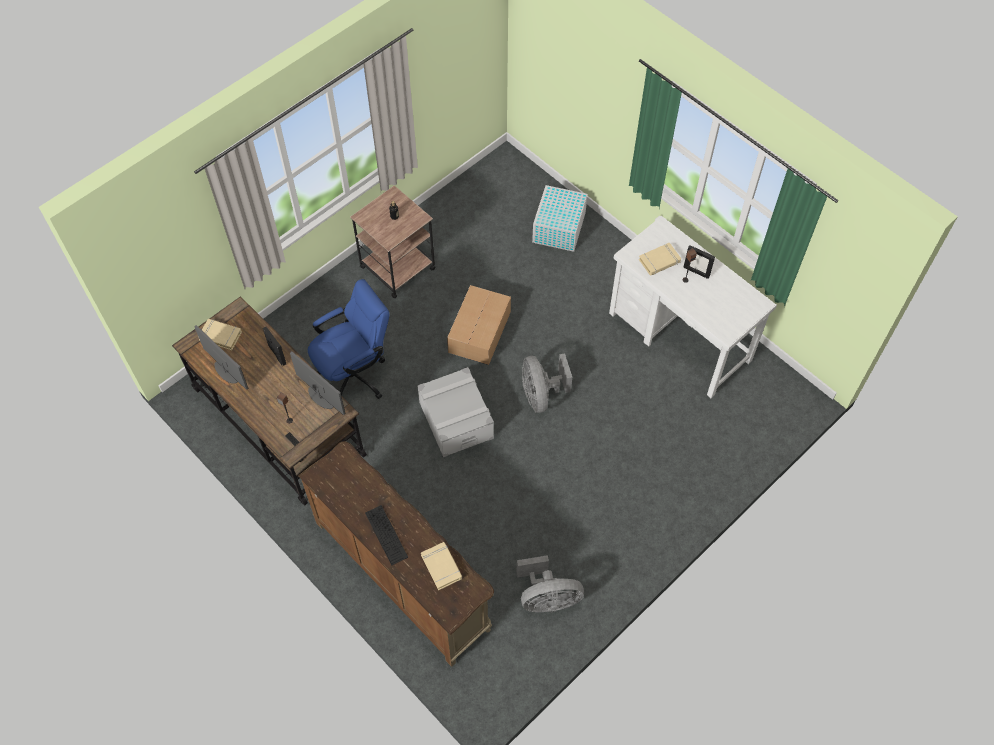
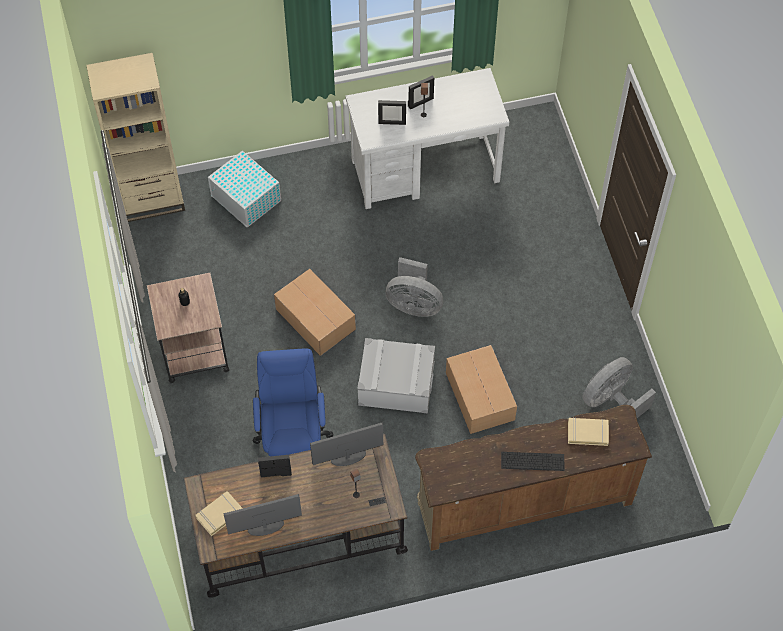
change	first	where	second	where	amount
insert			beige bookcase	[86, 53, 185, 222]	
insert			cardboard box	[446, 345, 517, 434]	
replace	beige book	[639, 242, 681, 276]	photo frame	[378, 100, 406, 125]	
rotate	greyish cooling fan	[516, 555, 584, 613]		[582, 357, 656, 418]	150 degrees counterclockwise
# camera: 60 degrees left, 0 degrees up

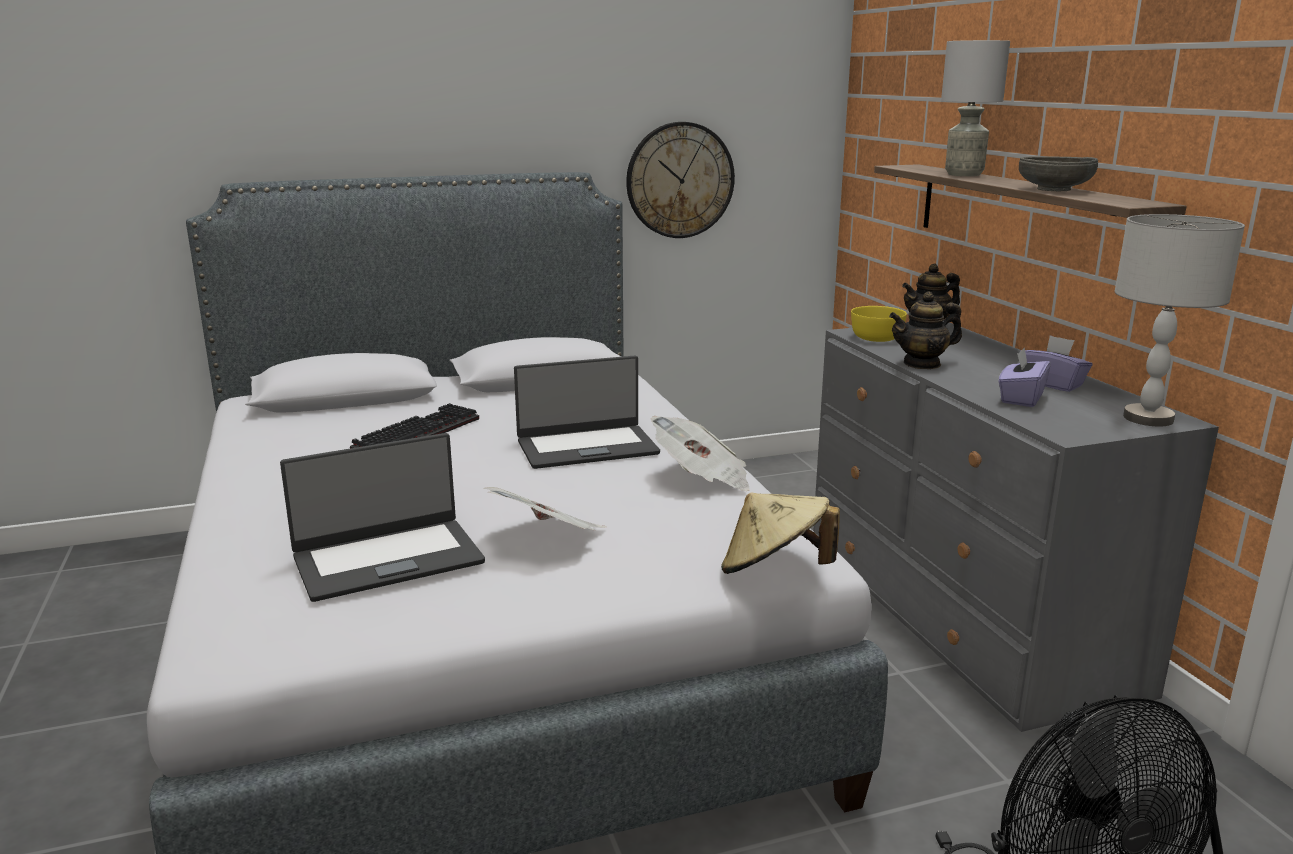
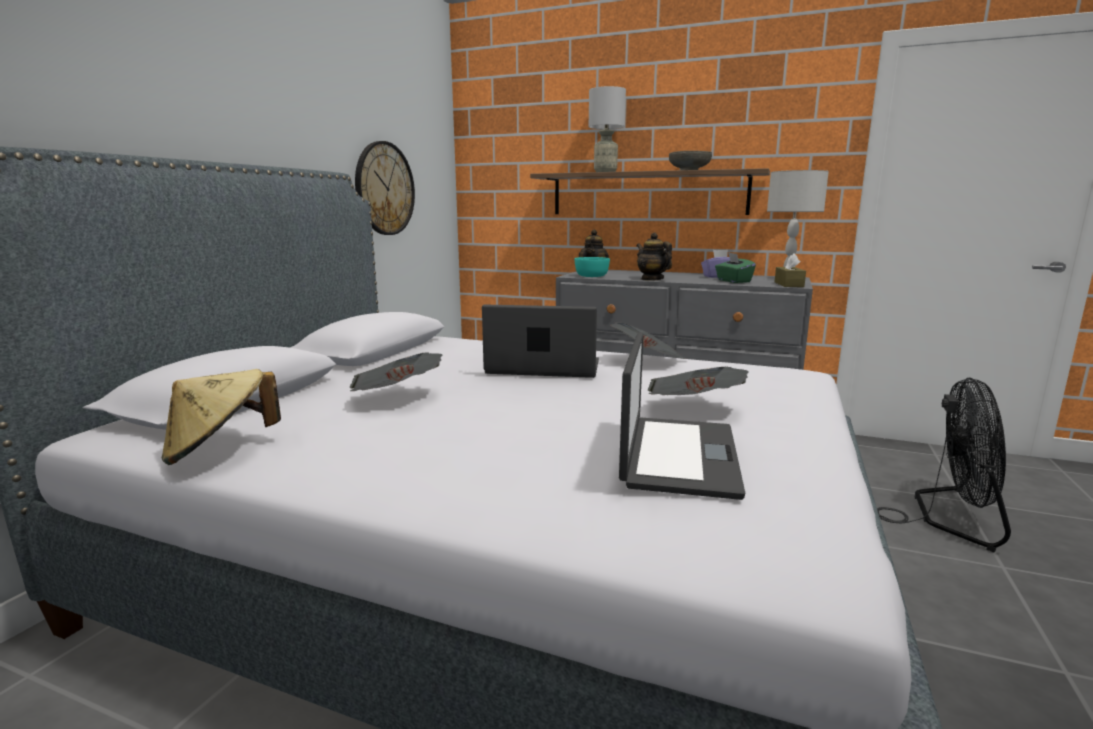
change	first	where	second	where	amount
insert			brown-coloured tissue box	[775, 253, 806, 287]	
move	beige hat	[721, 493, 840, 574]		[162, 369, 281, 465]	
replace	computer keyboard	[350, 403, 479, 448]	newspaper	[350, 353, 442, 391]	
recolor	yellow deep dish	[851, 306, 907, 342]	blue-green deep dish	[574, 257, 610, 277]	
recolor	purple tissue box	[998, 348, 1051, 407]	greenish tissue box	[715, 252, 756, 283]	
rotate	notebook computer	[514, 356, 660, 469]		[482, 305, 599, 378]	105 degrees counterclockwise
rotate	teapot	[889, 291, 962, 369]		[636, 232, 672, 281]	120 degrees clockwise
# camera: 50 degrees left, 5 degrees down

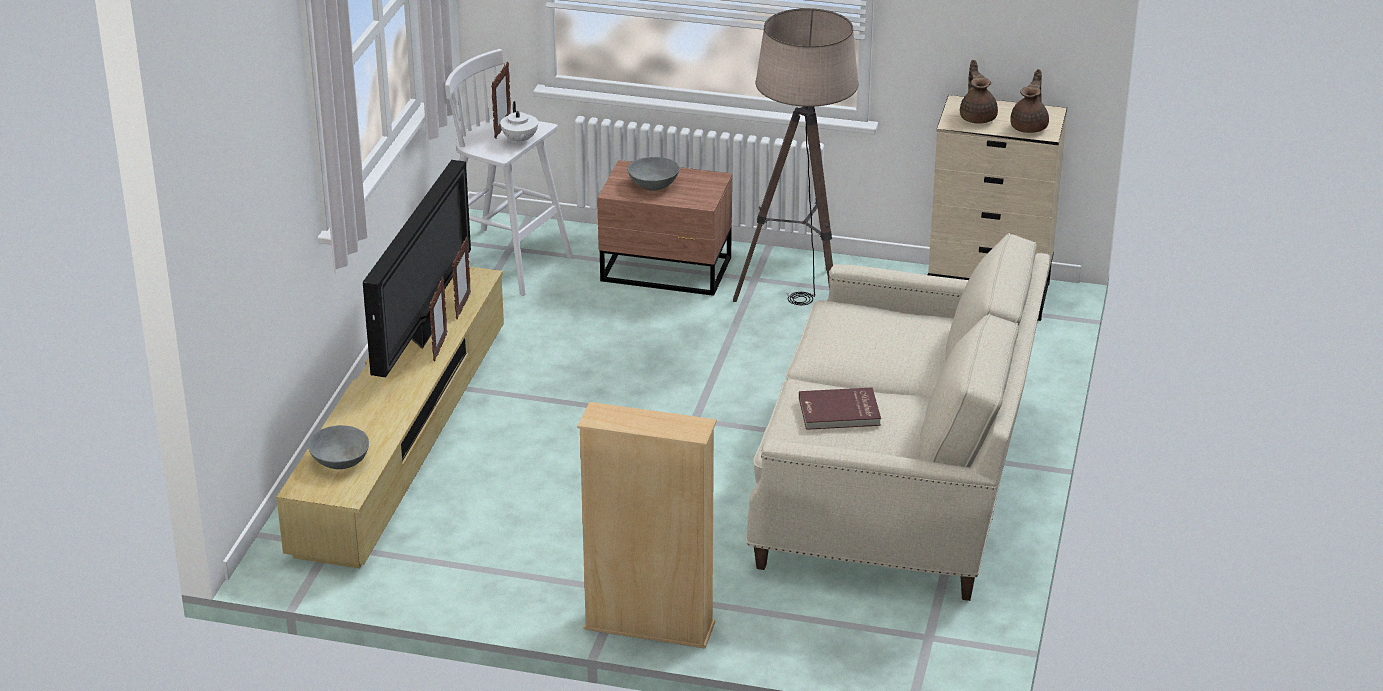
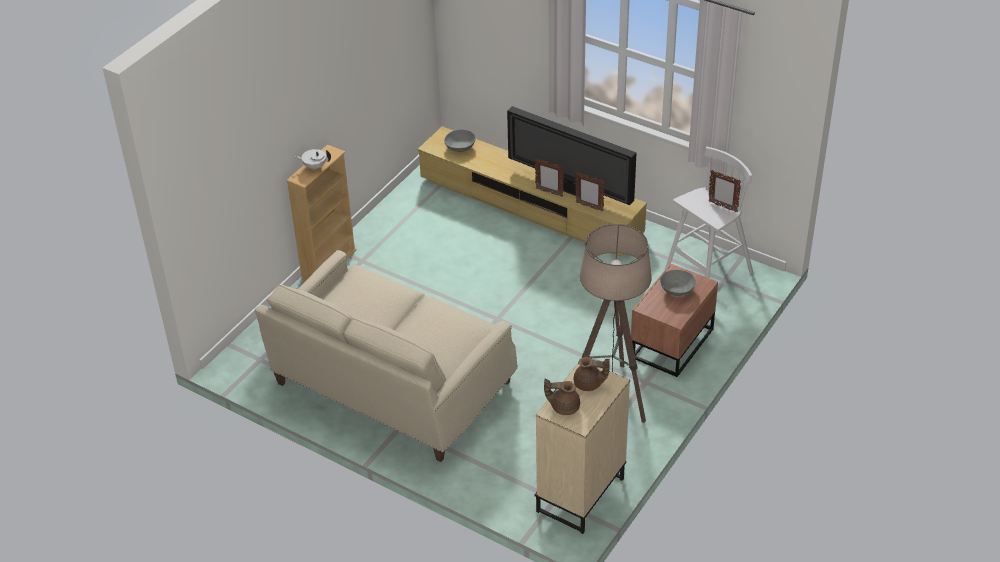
change	first	where	second	where	amount
delete	reddish book	[799, 387, 881, 430]			
move	whitish teapot	[500, 101, 538, 145]		[295, 149, 331, 171]	
rotate	brown-coloured teapot	[1010, 69, 1049, 133]		[544, 378, 580, 415]	150 degrees clockwise
# camera: 110 degrees right, 10 degrees up

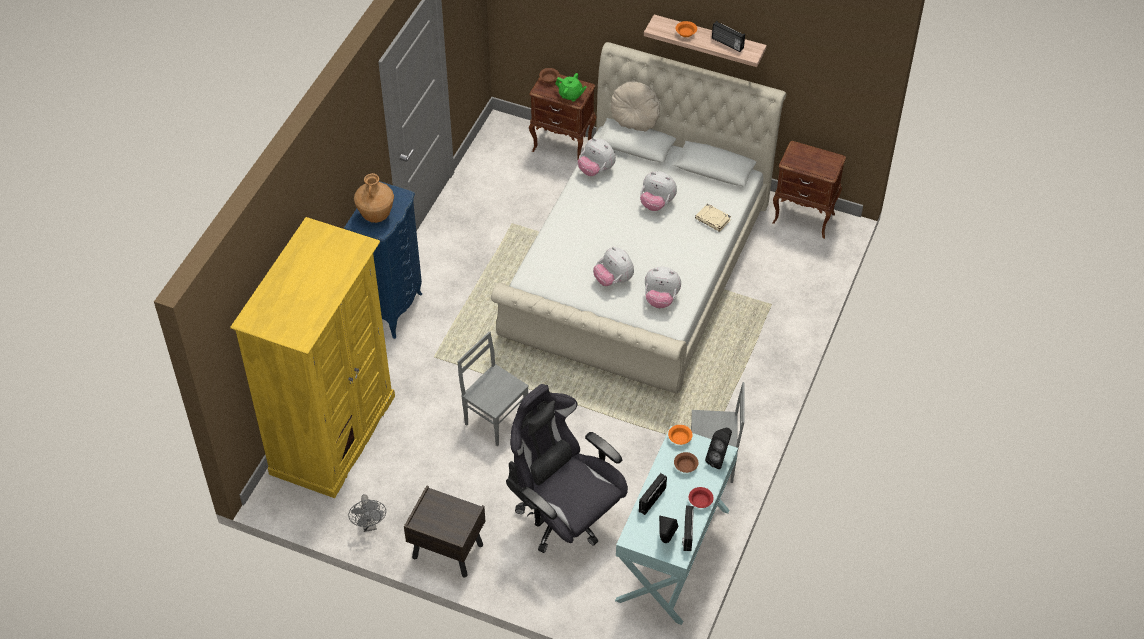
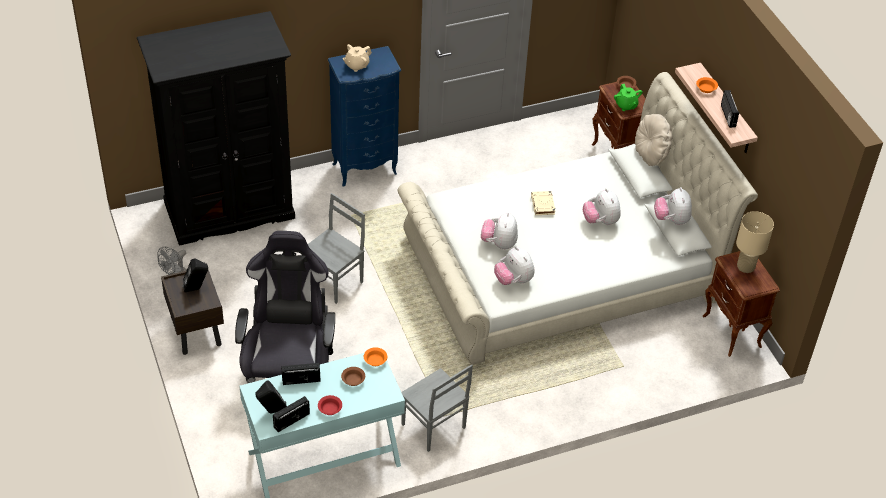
change	first	where	second	where	amount
insert			beige table lamp	[736, 211, 774, 273]	
move	plush toy	[578, 138, 616, 176]		[654, 187, 692, 225]	
move	beige book	[695, 203, 731, 232]		[531, 191, 555, 215]	
move	black speaker	[705, 428, 732, 469]		[182, 258, 208, 292]	
replace	brown-coloured vase	[354, 173, 394, 223]	beige teapot	[343, 44, 372, 72]	
recolor	yellow armoire	[230, 217, 395, 498]	black armoire	[137, 11, 295, 246]	
rotate	greyish plain chair	[457, 331, 529, 446]		[308, 193, 365, 304]	45 degrees clockwise
# camera: 45 degrees right, 5 degrees down

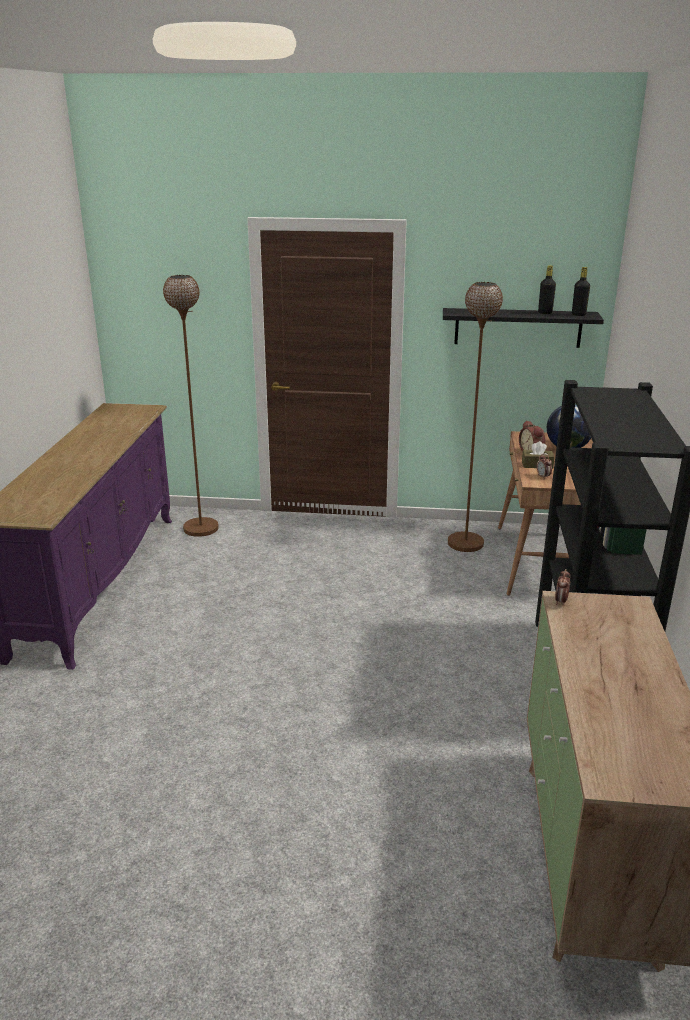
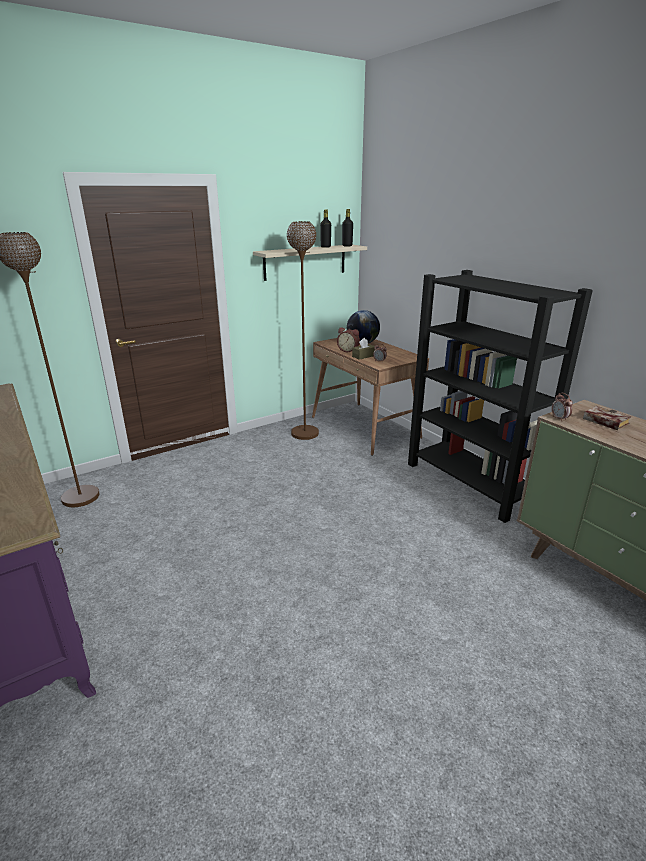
change	first	where	second	where	amount
insert			book	[583, 406, 631, 430]	
recolor	black wall shelf	[443, 308, 604, 348]	beige wall shelf	[253, 244, 367, 281]	
# camera: 40 degrees left, 0 degrees up

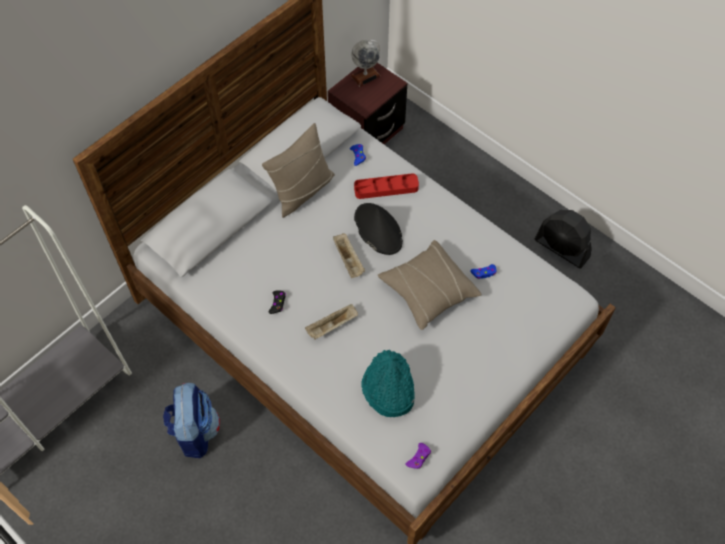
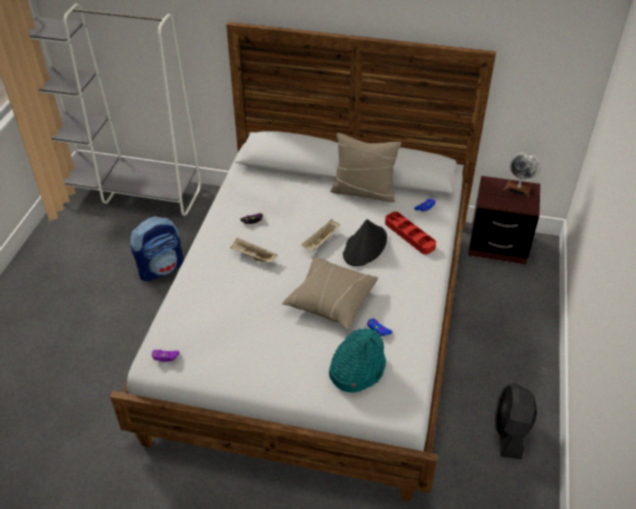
change	first	where	second	where	amount
move	blue-green hat	[361, 350, 415, 417]		[329, 328, 386, 393]	
# camera: 60 degrees right, 15 degrees down

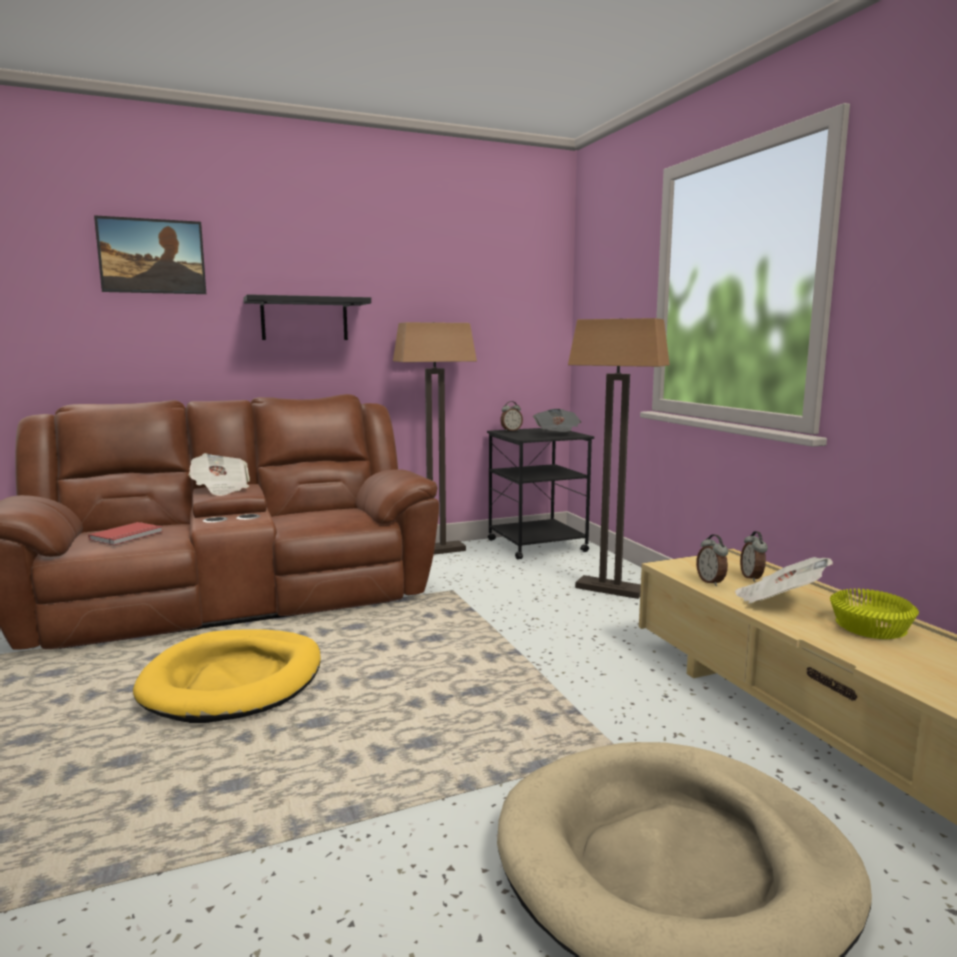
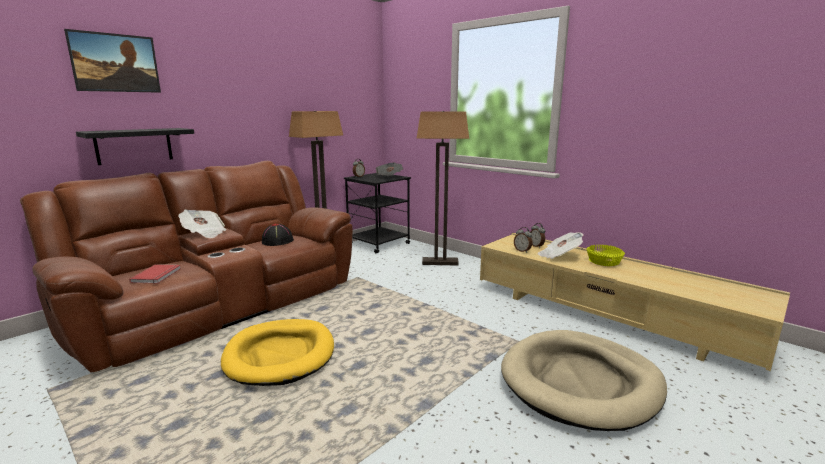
change	first	where	second	where	amount
insert			black hat	[262, 224, 294, 246]	
move	black wall shelf	[243, 294, 371, 340]		[76, 128, 194, 165]	
# camera: 25 degrees left, 5 degrees up

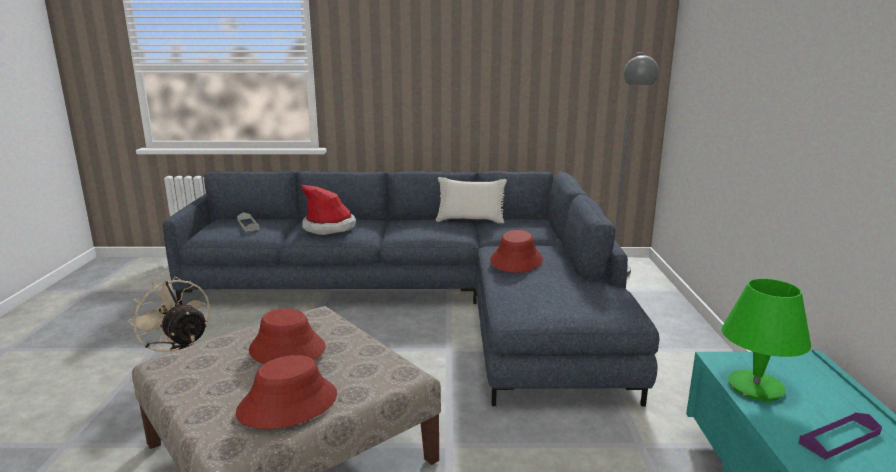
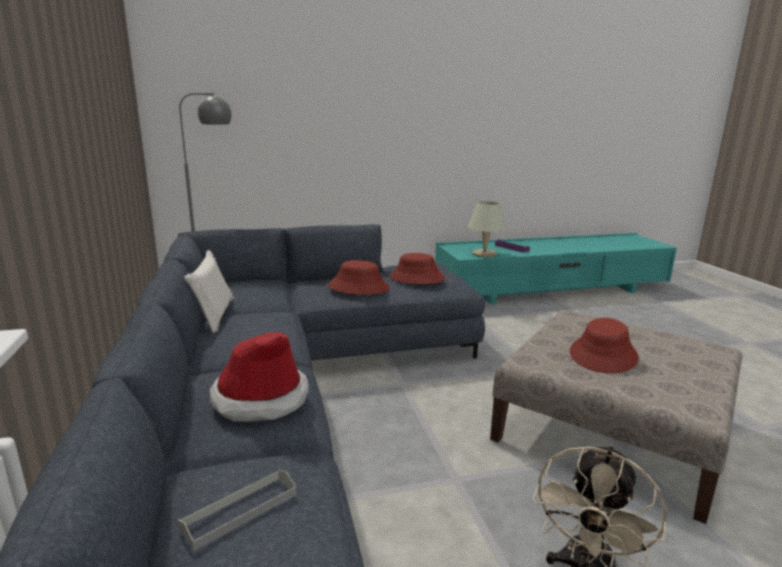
change	first	where	second	where	amount
move	reddish hat	[236, 355, 337, 429]		[390, 253, 445, 284]	
recolor	greenish table lamp	[722, 278, 811, 401]	beige table lamp	[468, 201, 506, 257]	
# camera: 105 degrees left, 0 degrees up

